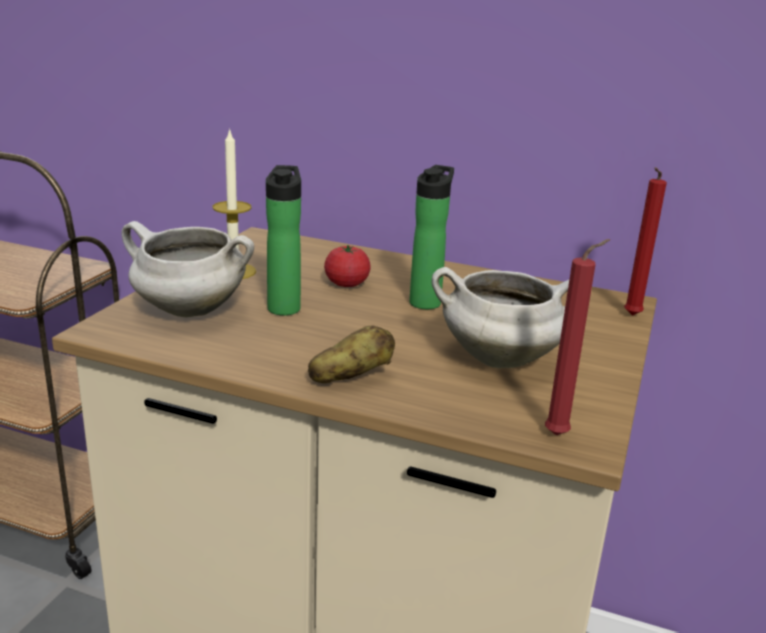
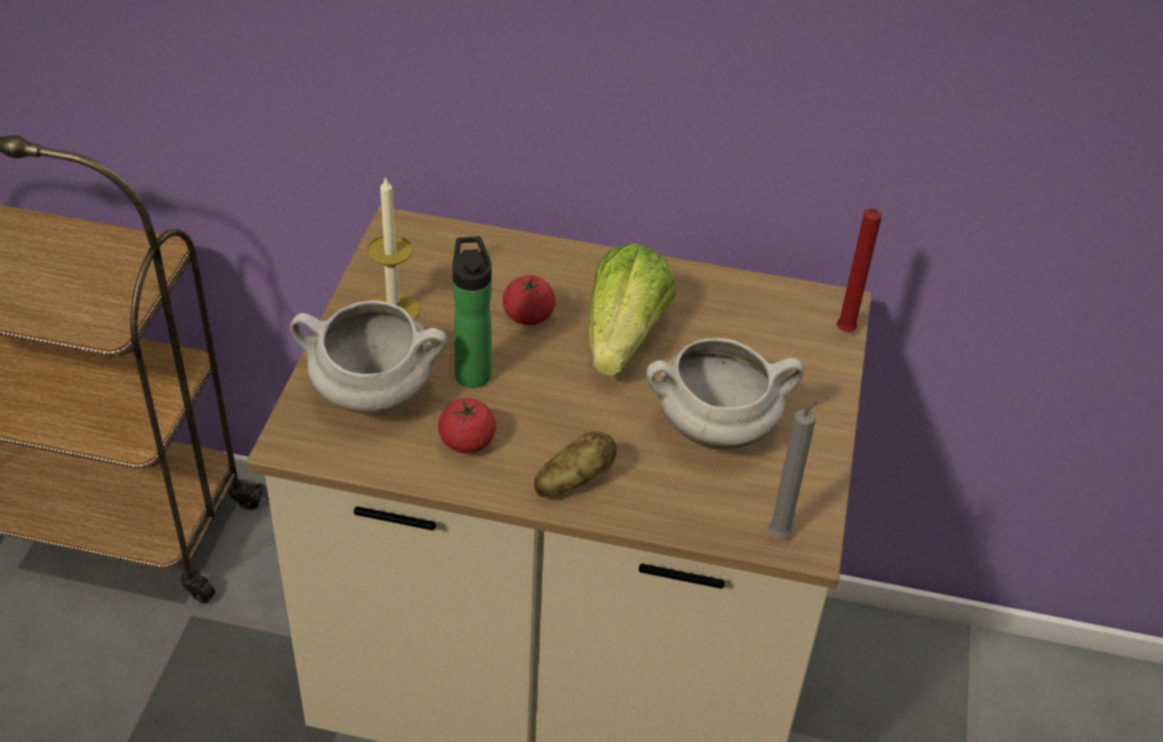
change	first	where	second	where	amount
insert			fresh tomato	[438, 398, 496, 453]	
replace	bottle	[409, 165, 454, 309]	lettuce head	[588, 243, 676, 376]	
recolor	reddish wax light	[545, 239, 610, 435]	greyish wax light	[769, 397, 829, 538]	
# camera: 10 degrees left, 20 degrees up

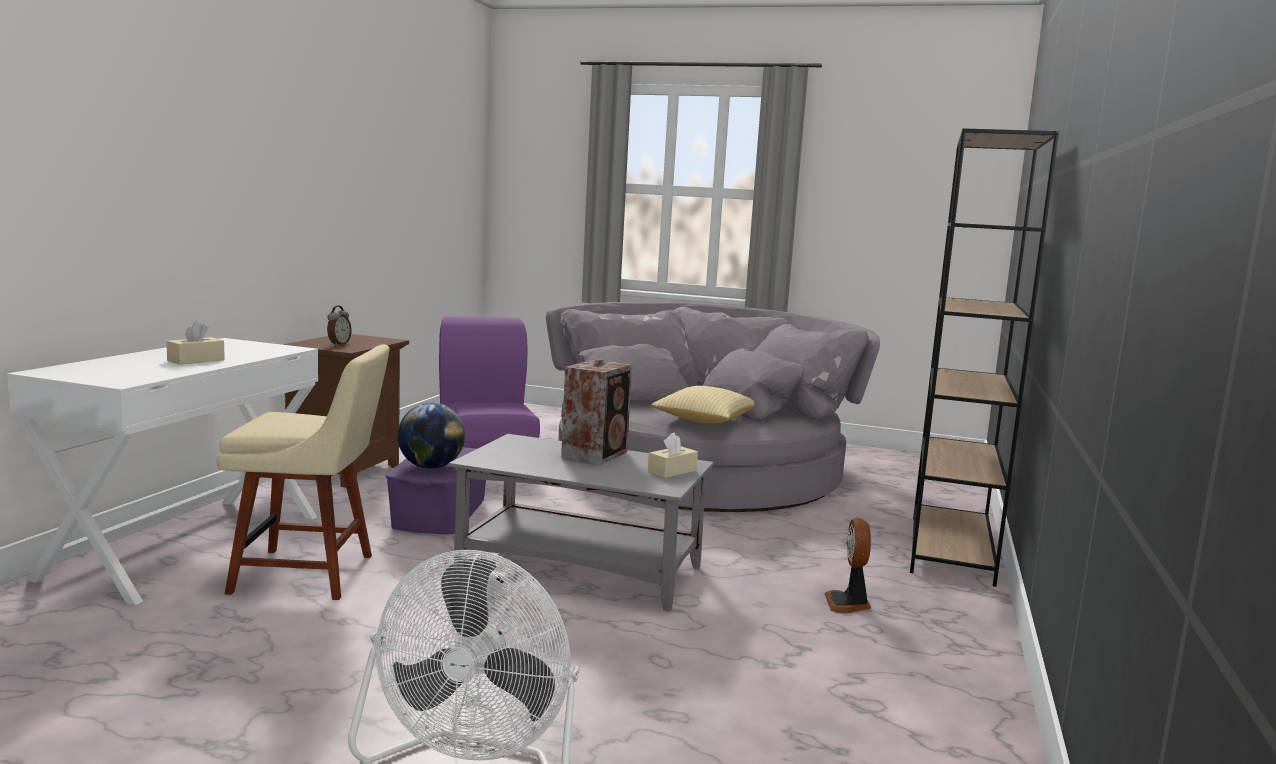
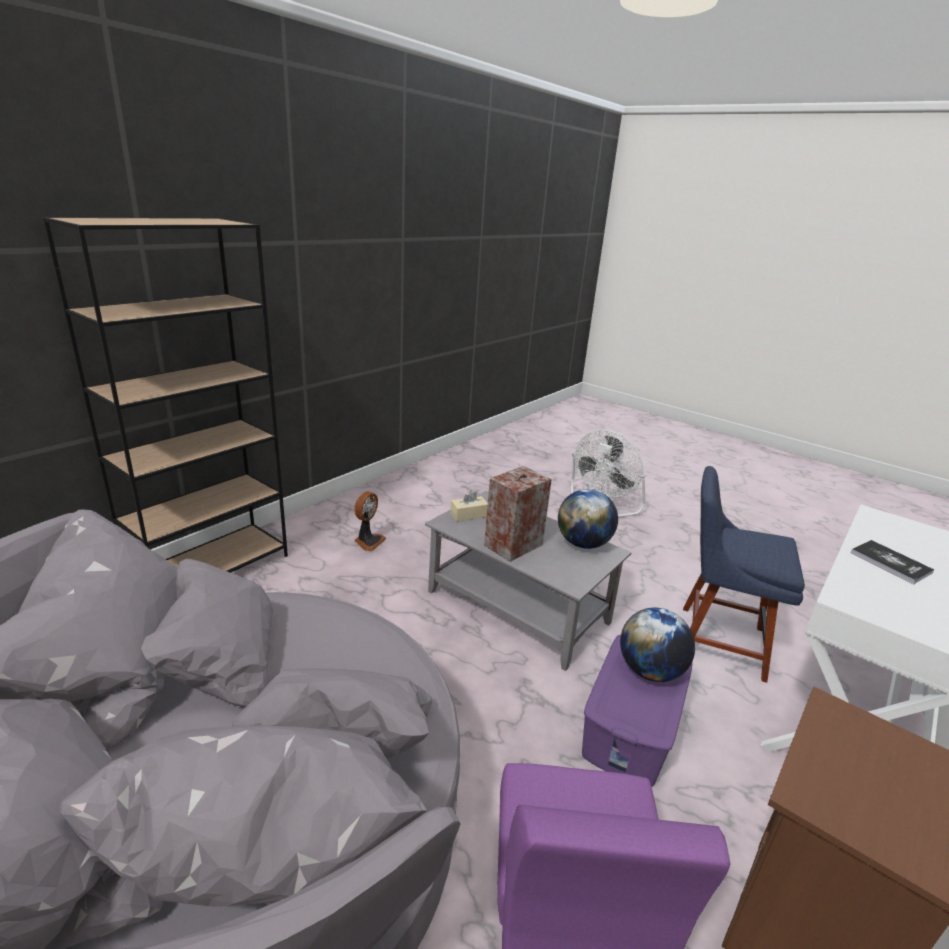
change	first	where	second	where	amount
delete	table clock	[327, 305, 352, 346]			
delete	cushion	[651, 386, 755, 423]			
insert			desk globe	[558, 489, 618, 549]	
replace	beige tissue box	[166, 321, 225, 365]	book	[851, 540, 934, 584]	
recolor	beige plain chair	[217, 344, 390, 600]	blue-coloured plain chair	[683, 466, 805, 683]	
# camera: 160 degrees left, 15 degrees up

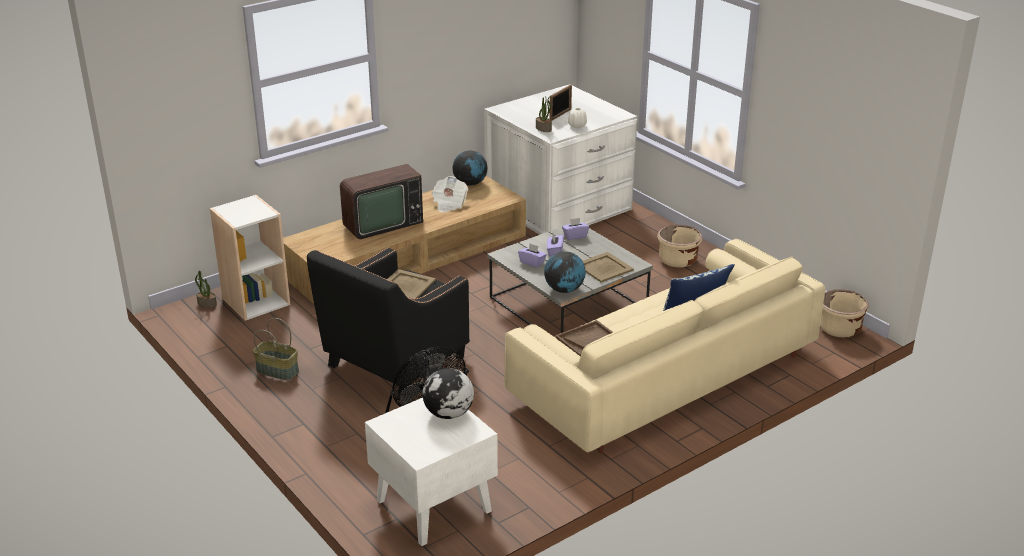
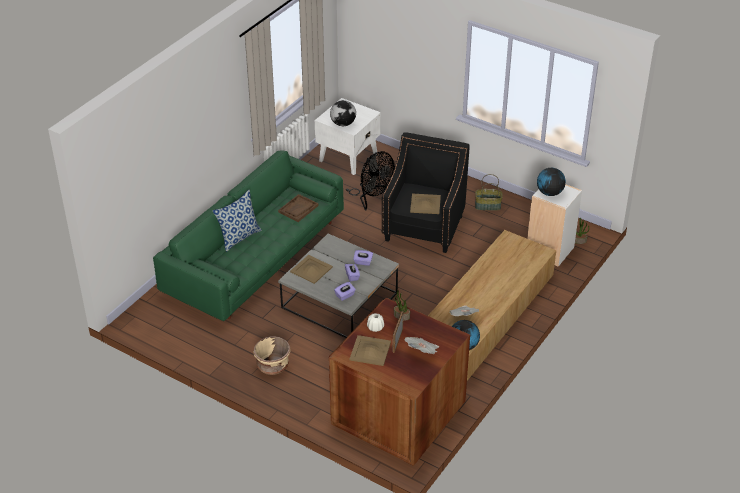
change	first	where	second	where	amount
delete	TV set	[340, 164, 423, 239]			
delete	beige plant pot	[820, 289, 869, 338]			
insert			beige serving tray	[349, 335, 391, 366]	
insert			newspaper	[405, 337, 439, 354]	
move	desk globe	[544, 251, 586, 293]		[537, 168, 566, 196]	
recolor	whitish chest of drawers	[484, 84, 637, 235]	brown-coloured chest of drawers	[329, 298, 470, 466]	
recolor	beige couch	[504, 239, 825, 453]	greenish couch	[153, 150, 344, 321]	
# camera: 160 degrees right, 10 degrees up

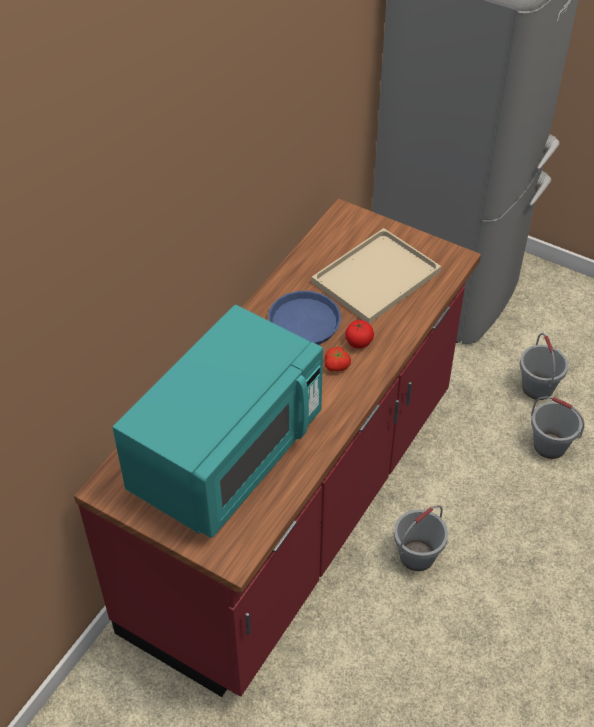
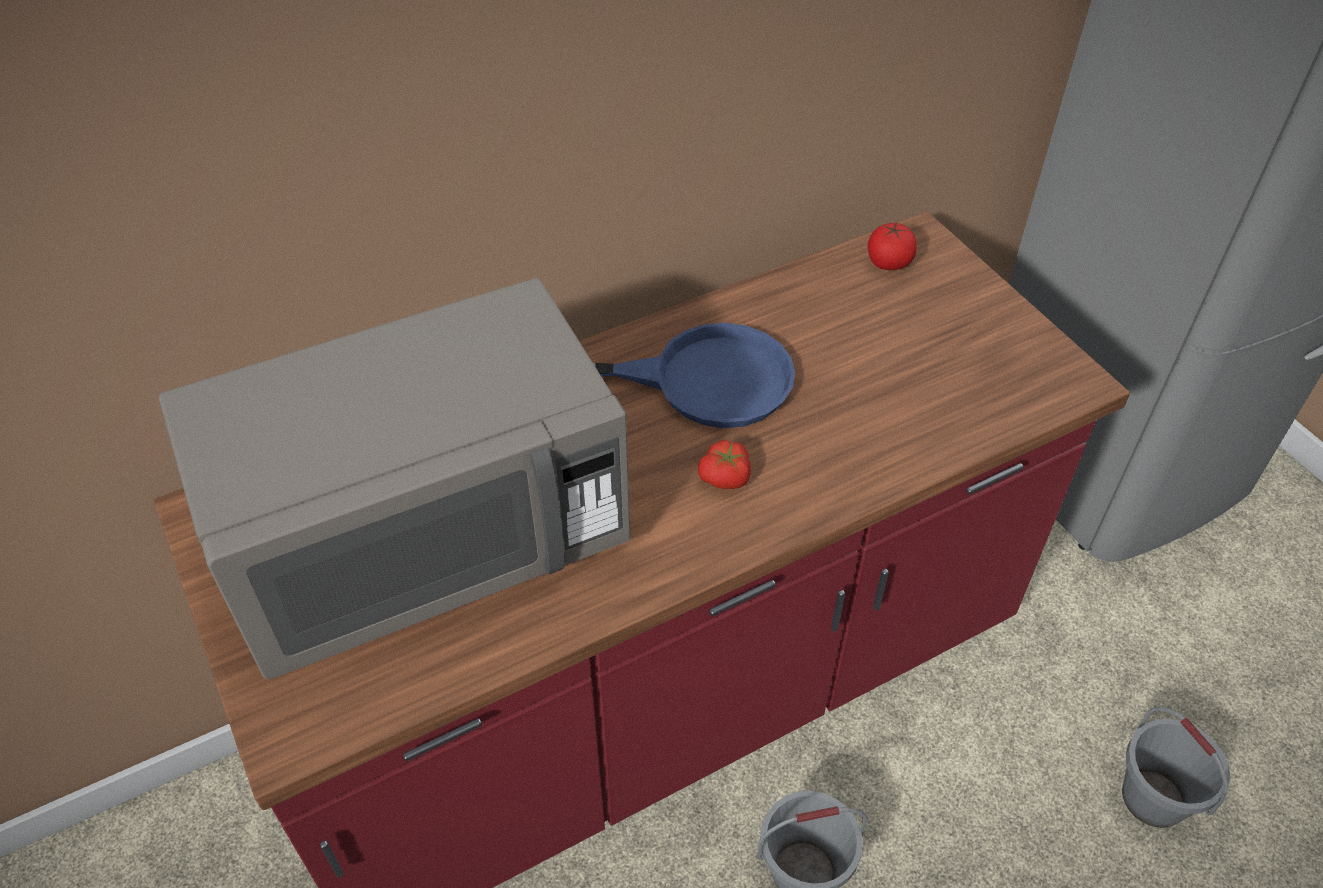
change	first	where	second	where	amount
delete	beige serving tray	[311, 228, 441, 324]			
delete	greyish pail	[520, 333, 568, 400]			
move	fresh tomato	[345, 320, 374, 349]		[868, 222, 917, 270]	
recolor	blue-green kitchen microwave	[113, 305, 323, 538]	greyish kitchen microwave	[159, 278, 630, 679]	
# camera: 30 degrees right, 0 degrees up

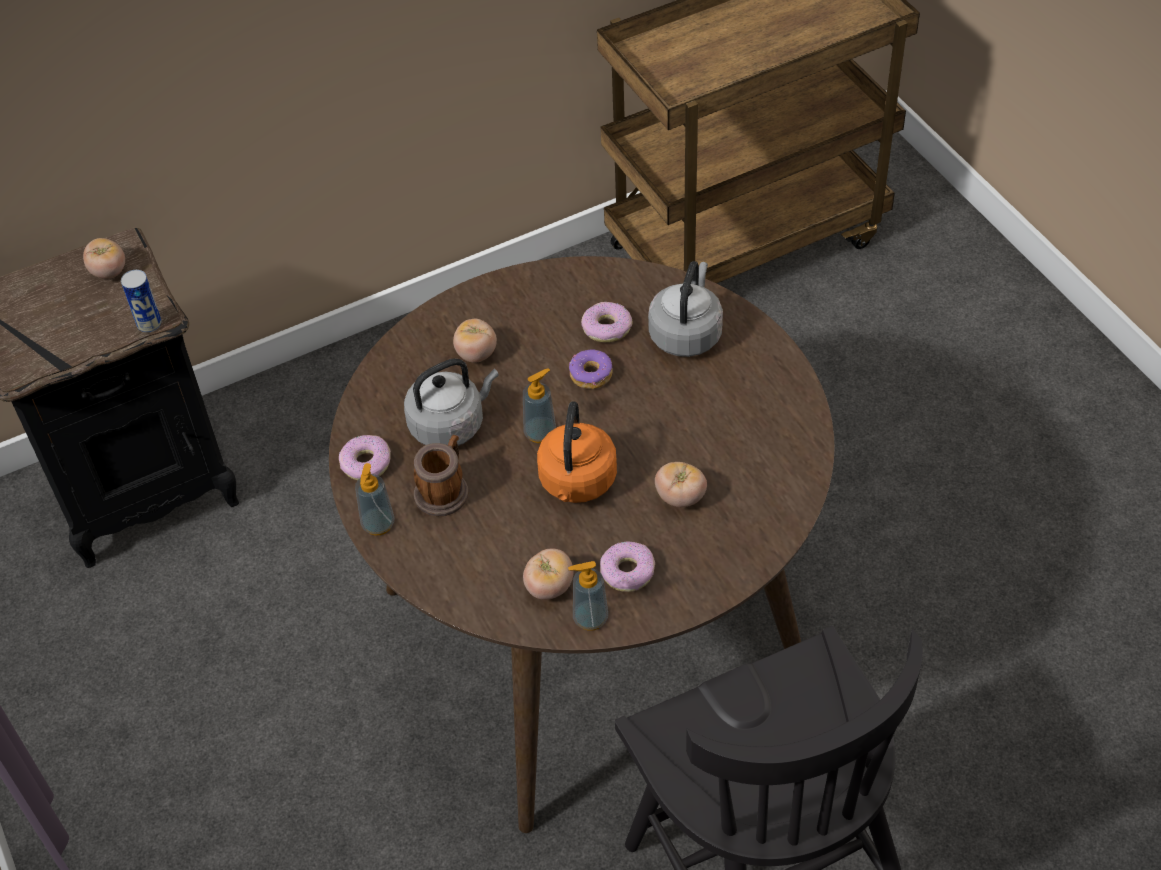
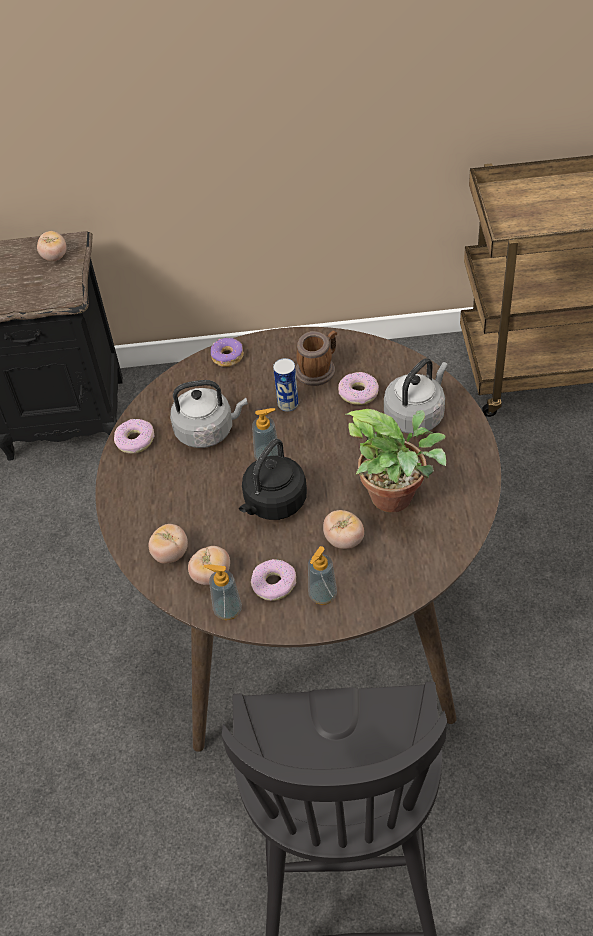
change	first	where	second	where	amount
insert			potted plant	[346, 409, 446, 513]	
move	sealed can	[121, 270, 161, 333]		[273, 358, 299, 412]	
move	soap bottle	[355, 463, 394, 535]		[308, 546, 337, 605]	
move	mug	[414, 435, 469, 516]		[295, 331, 337, 386]	
move	fresh tomato	[453, 319, 497, 363]		[149, 524, 188, 564]	
move	ring doughnut	[569, 349, 613, 389]		[211, 338, 244, 367]	
recolor	orange water kettle	[537, 401, 617, 503]	black water kettle	[239, 439, 307, 520]	
# camera: 25 degrees right, 0 degrees up

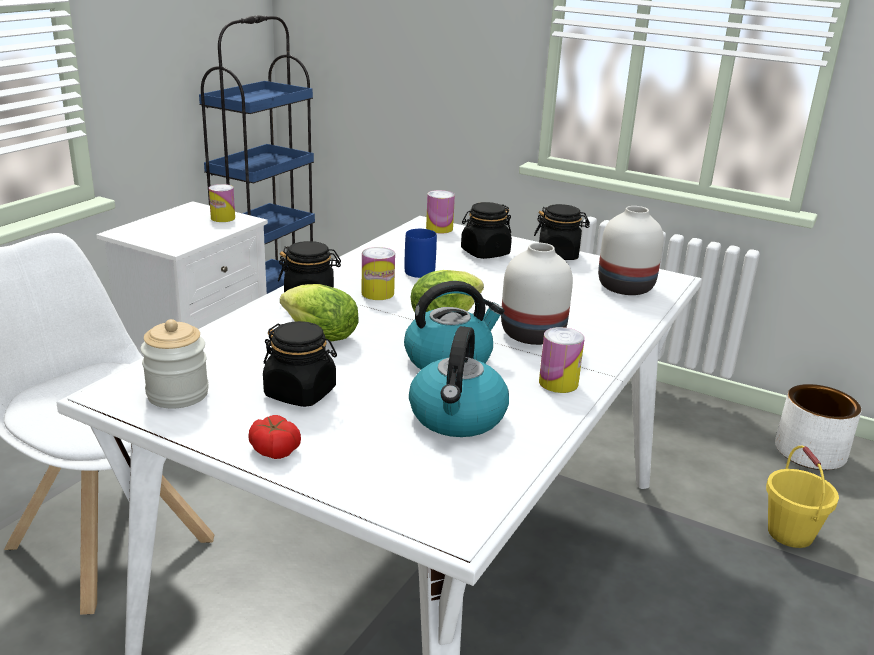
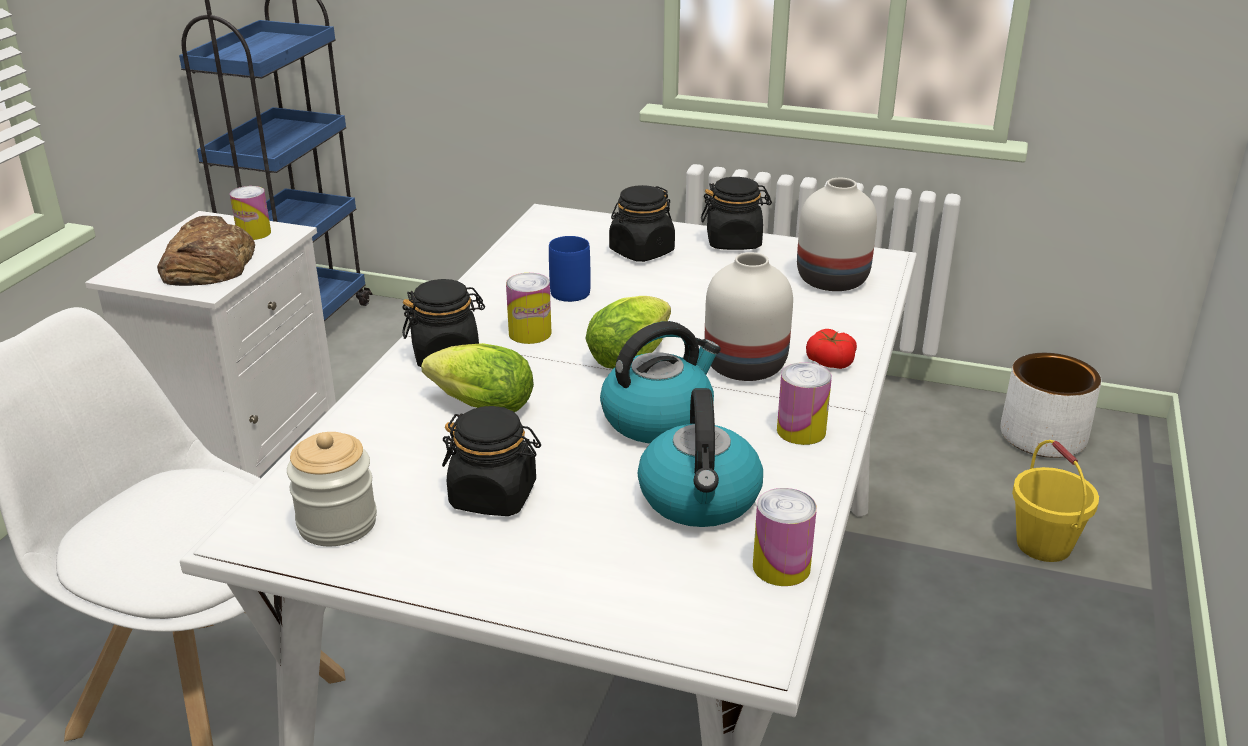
change	first	where	second	where	amount
insert			bread	[157, 216, 255, 286]	
move	fresh tomato	[248, 415, 301, 459]		[806, 329, 857, 369]	
move	sealed can	[426, 190, 455, 234]		[753, 488, 817, 586]	
# camera: 10 degrees left, 5 degrees up

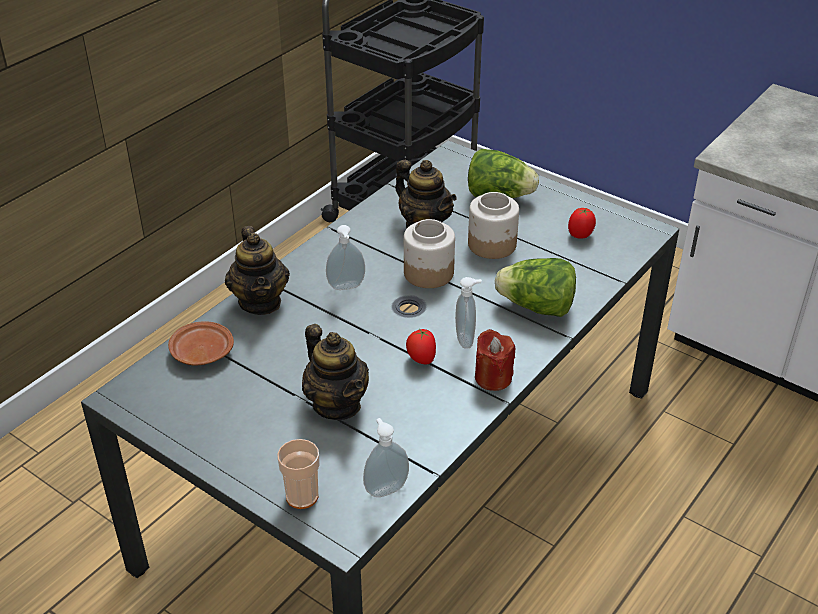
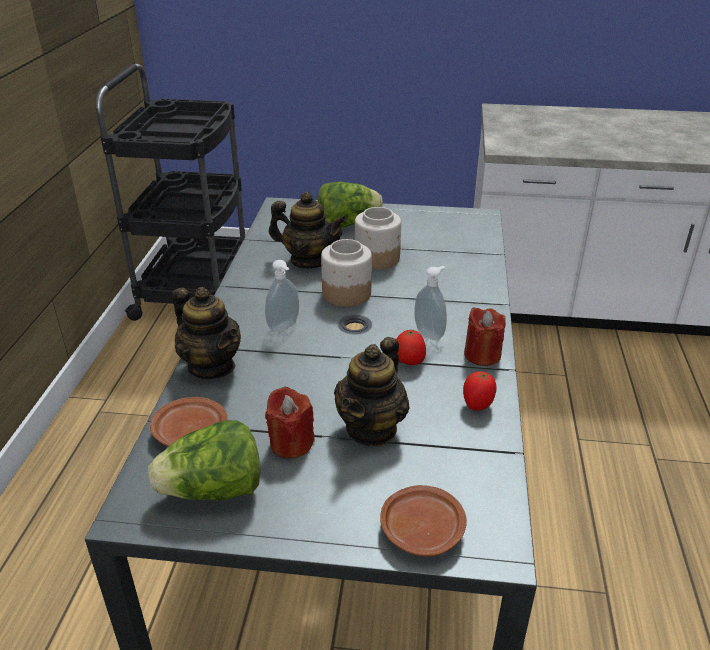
change	first	where	second	where	amount
delete	soap bottle	[363, 418, 409, 497]			
insert			reddish wax light	[265, 387, 315, 458]	
move	lettuce head	[495, 258, 576, 317]		[148, 420, 261, 501]	
move	fresh tomato	[568, 208, 596, 239]		[463, 371, 496, 411]	
replace	drinking cup	[277, 439, 320, 509]	brown-coloured flat dish	[380, 485, 467, 557]	
rotate	teapot	[302, 324, 369, 420]		[334, 337, 410, 446]	90 degrees clockwise
# camera: 30 degrees left, 5 degrees down

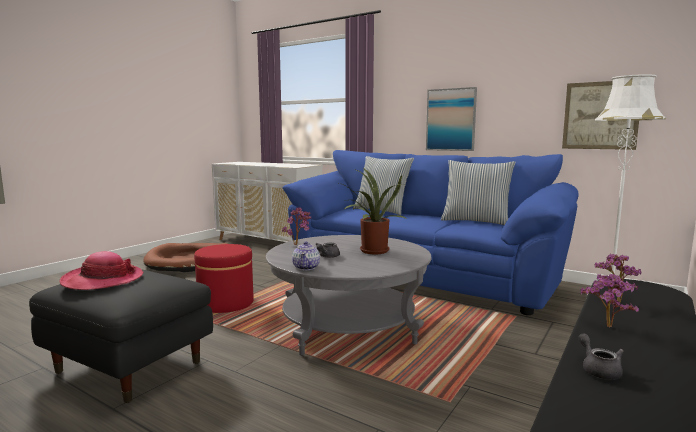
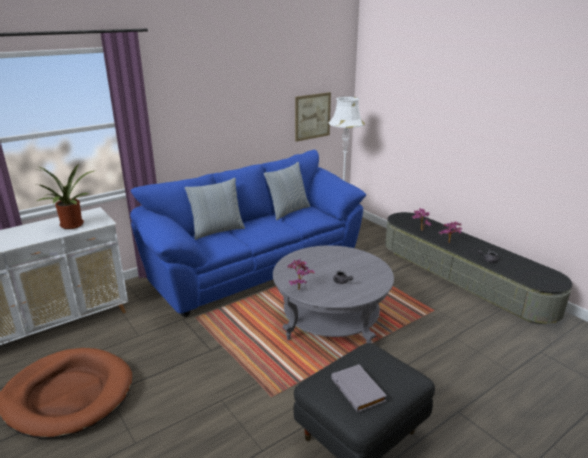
change	first	where	second	where	amount
delete	reddish pouffe	[194, 244, 254, 313]			
delete	teapot	[292, 241, 320, 270]			
delete	wall picture	[426, 87, 477, 151]			
move	potted plant	[339, 167, 406, 254]		[37, 164, 94, 229]	
replace	hat	[59, 251, 143, 290]	greyish book	[331, 364, 387, 412]	
# camera: 70 degrees left, 15 degrees up

